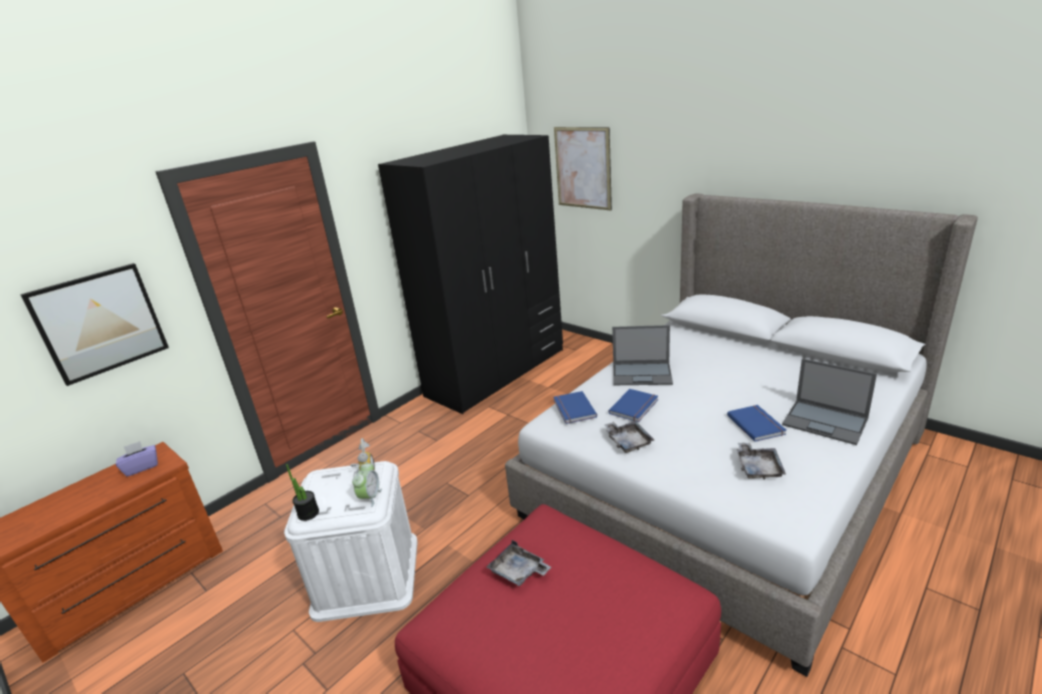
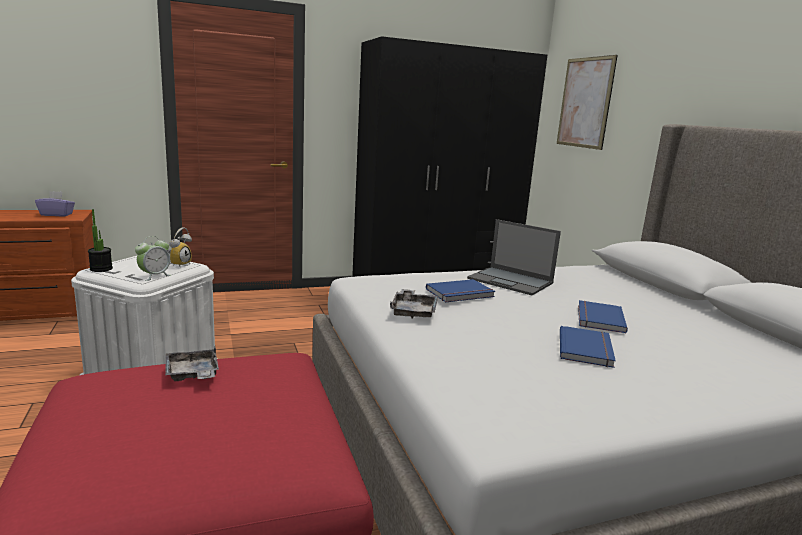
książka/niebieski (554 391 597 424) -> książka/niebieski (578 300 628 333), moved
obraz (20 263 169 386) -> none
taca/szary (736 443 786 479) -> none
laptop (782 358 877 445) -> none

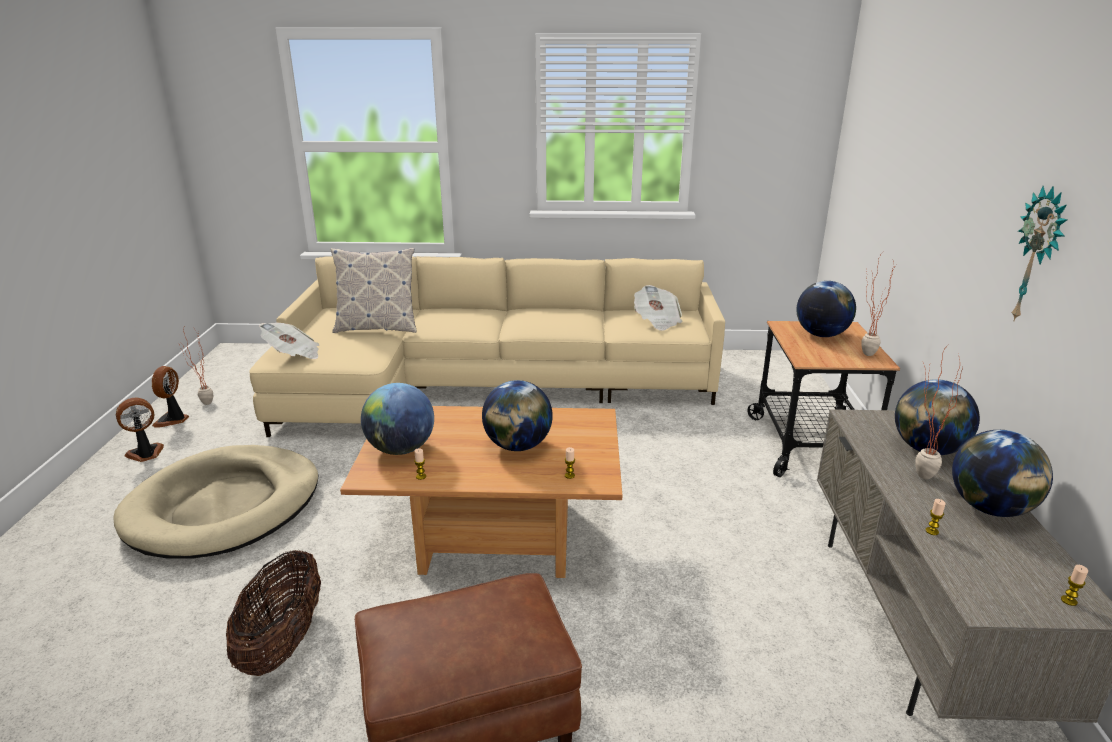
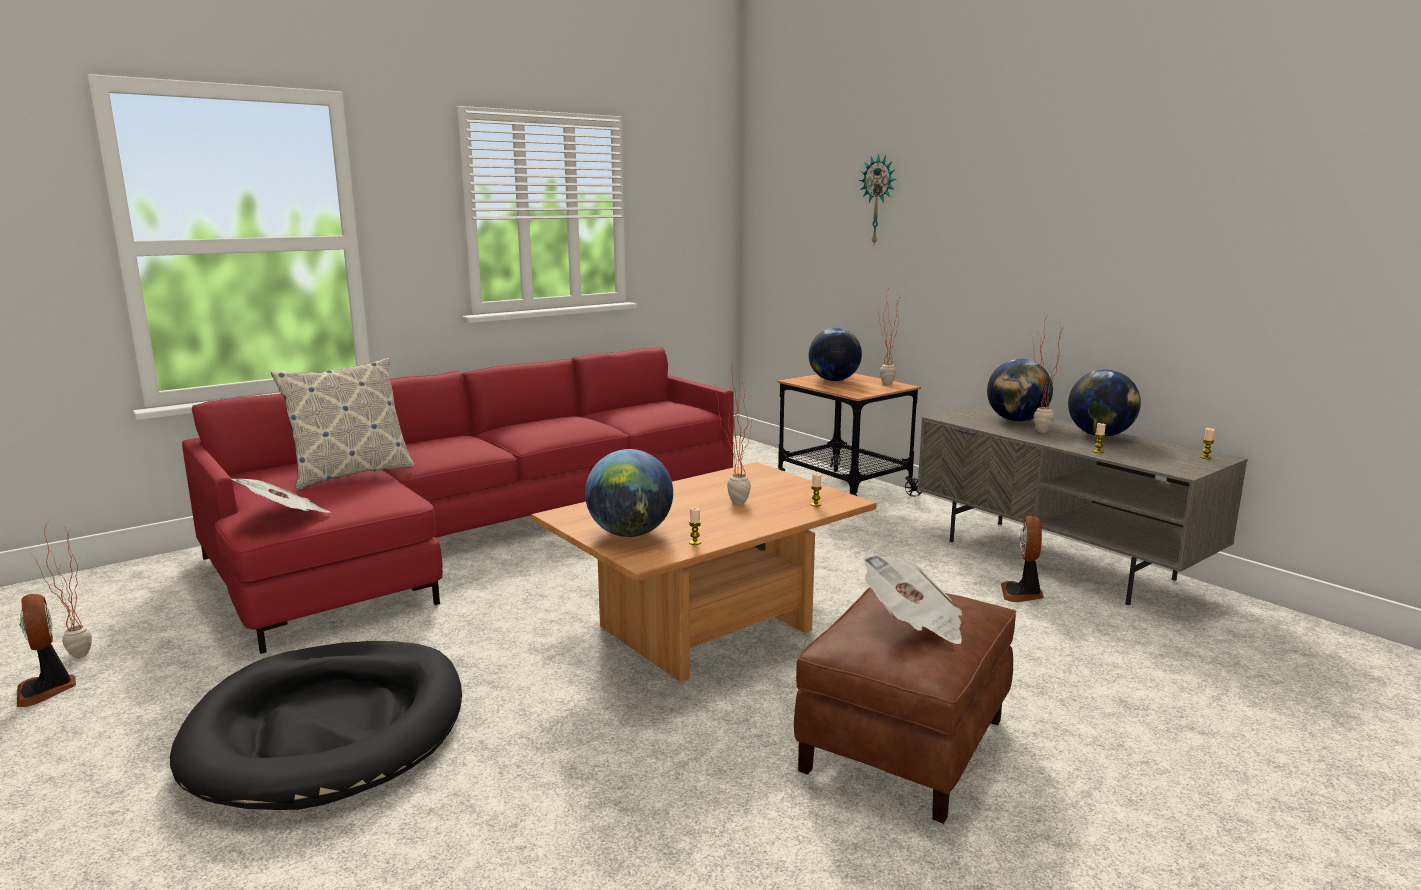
legowisko/beżowy (113 445 319 558) -> legowisko/czarny (170 641 462 810)
kanapa/beżowy (249 256 725 437) -> kanapa/czerwony (182 347 734 654)
globus (482 380 553 451) -> roślina doniczkowa (714 367 754 505)
zegar ścienny (1011 186 1068 321) -> zegar ścienny (859 154 896 244), moved
gazeta (634 285 682 331) -> gazeta (863 554 962 644), moved
wentylator (116 398 164 462) -> wentylator (1001 516 1044 602), moved
koszyk (226 550 321 676) -> none

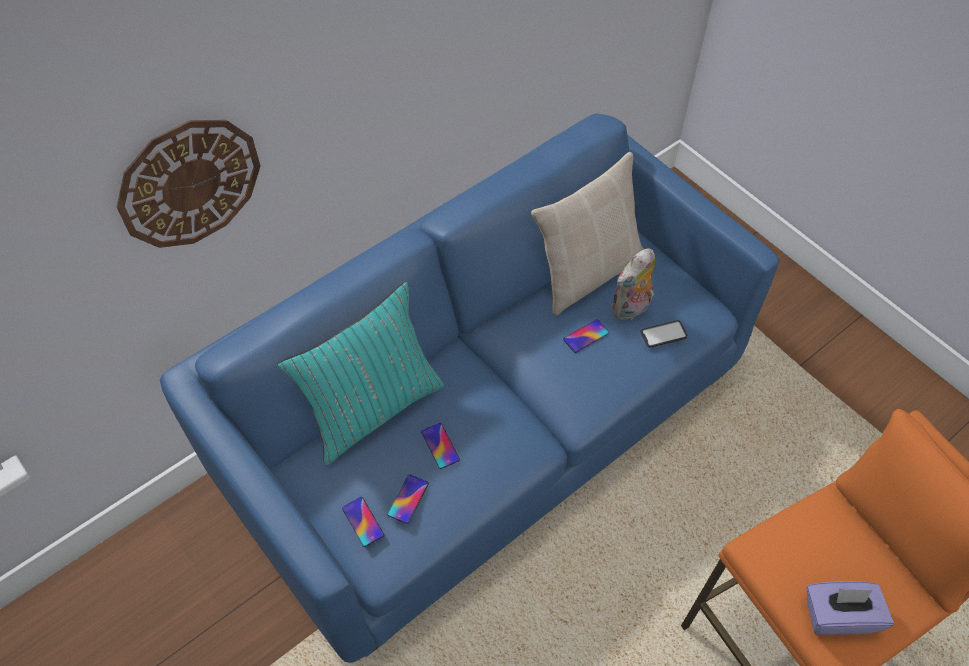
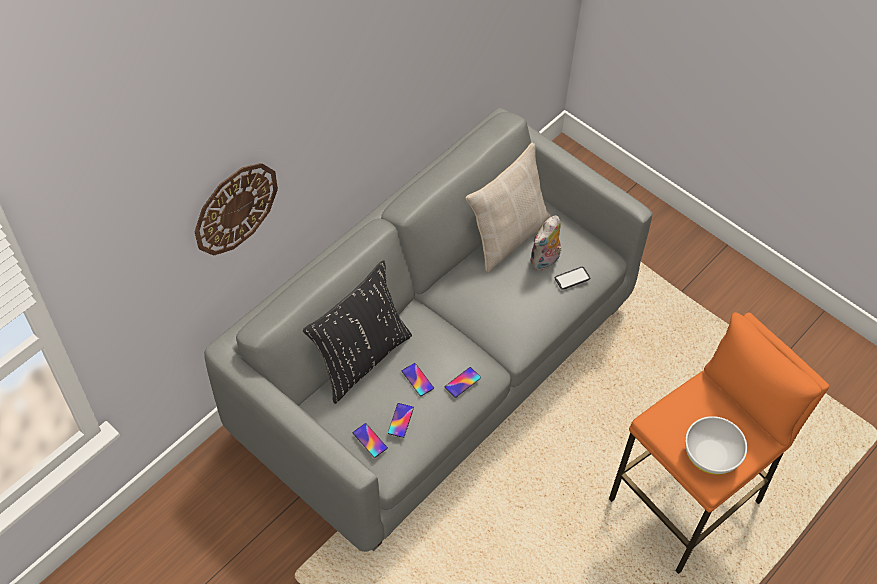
kanapa/niebieski (160 113 780 663) -> kanapa/szary (204 108 653 552)
poduszka/turkusowy (277 281 444 465) -> poduszka/czarny (303 260 412 404)
telefon (563 319 609 353) -> telefon (445 367 481 398), moved
pudełko chusteczek/fioletowy (806 581 894 635) -> miska/biały (685 416 747 475)

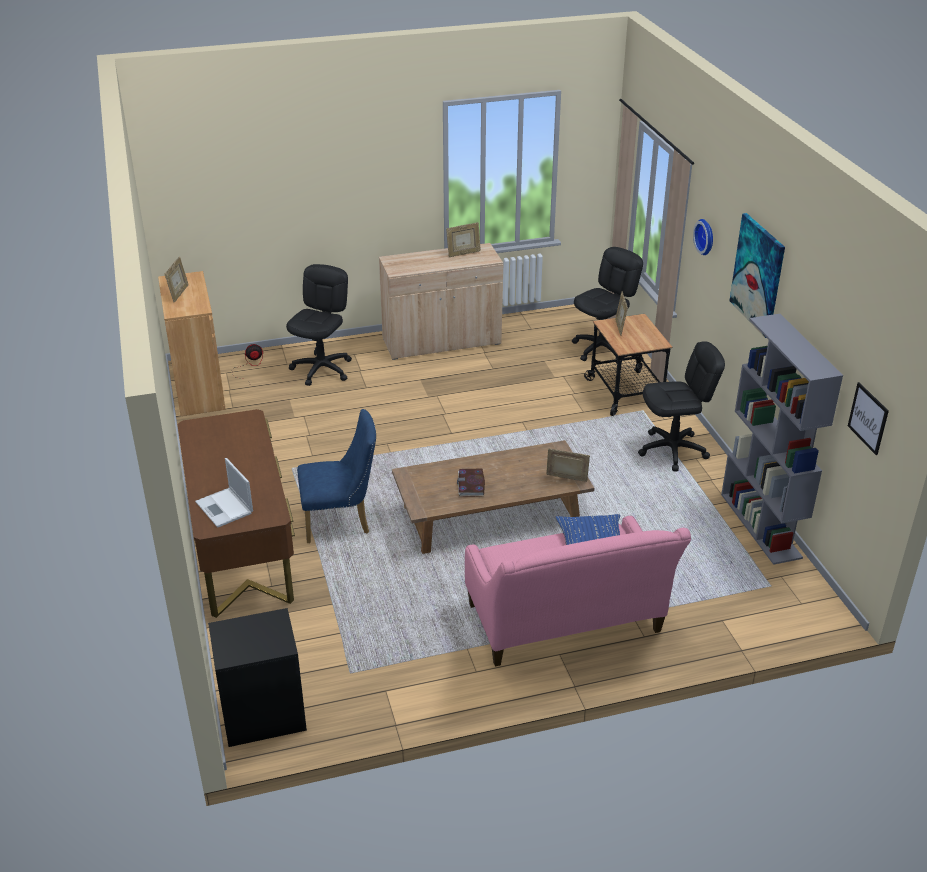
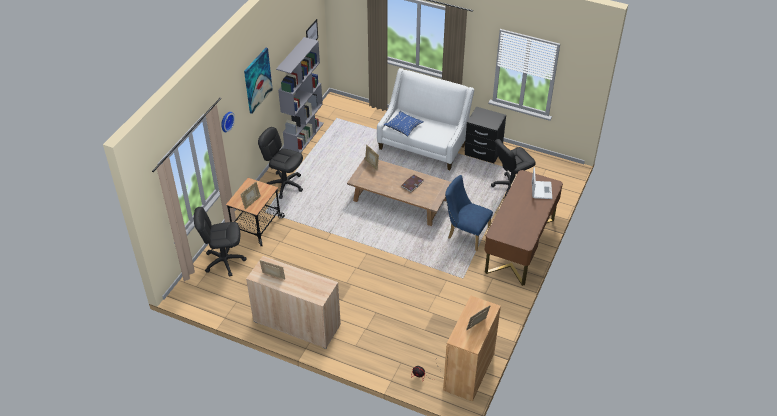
kanapa/różowy (465 516 691 666) -> kanapa/biały (377 68 474 170)
szafka nocna/czarny (208 608 307 747) -> szafka nocna/czarny (465 107 506 163), moved
krzesło biurowe/czarny (286 264 352 386) -> krzesło biurowe/czarny (491 139 536 200), moved

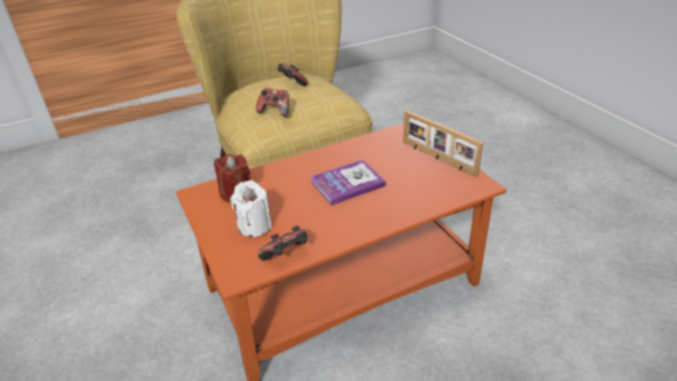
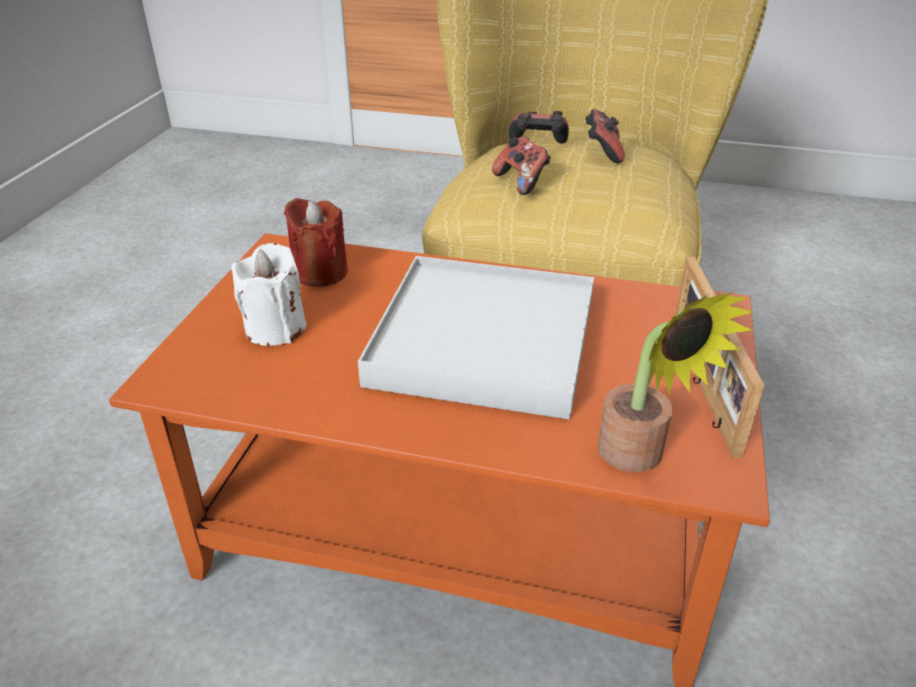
książka (311 160 386 206) -> taca/biały (358 256 594 419)
pad do gier (258 226 307 261) -> pad do gier (509 111 569 143), moved
none -> roślina doniczkowa (598 292 753 472)

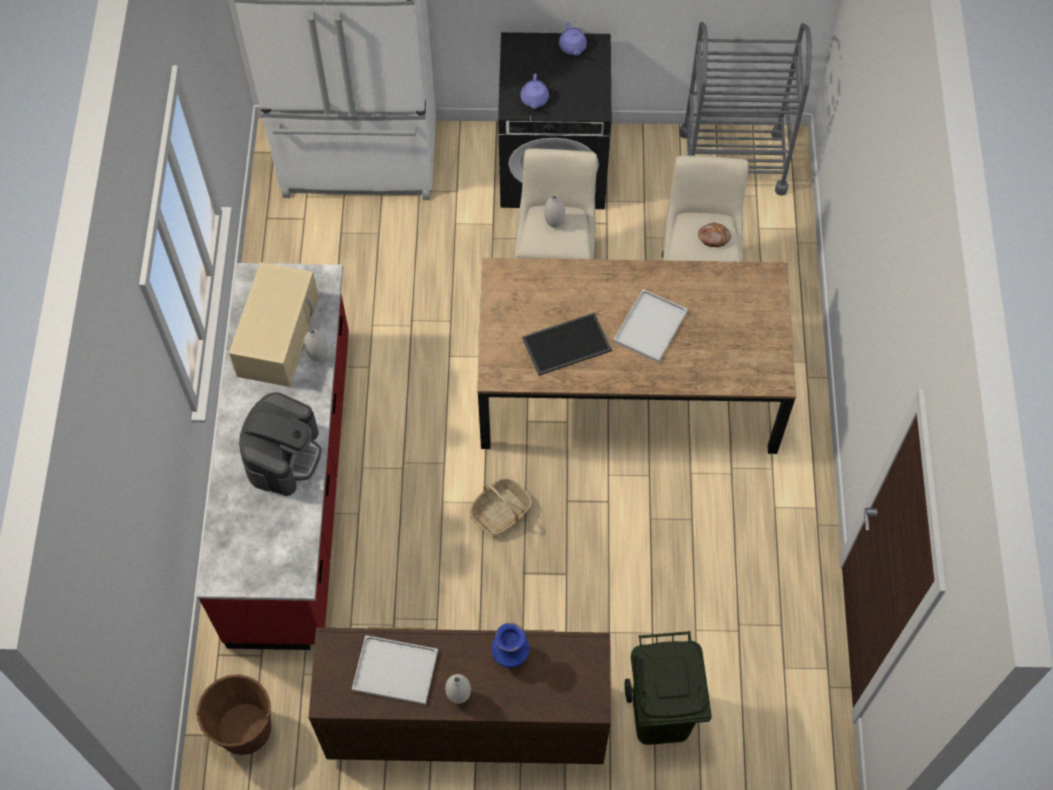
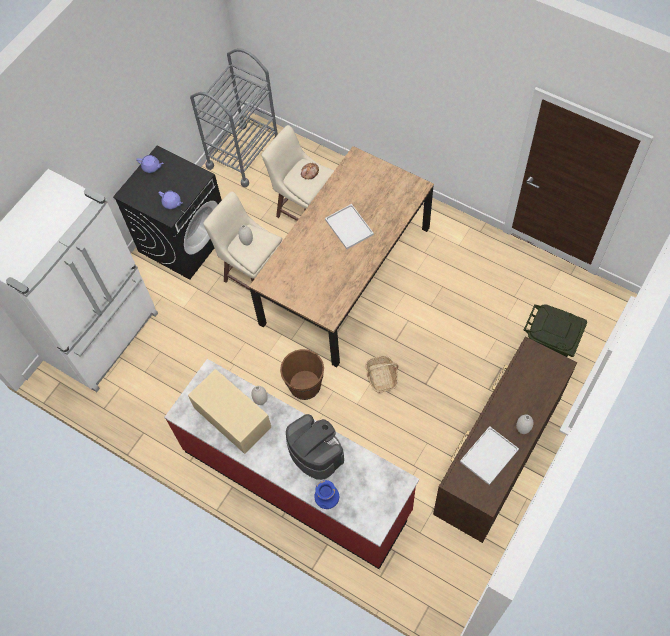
wiadro/brązowy (196 674 271 755) -> wiadro/brązowy (280 349 324 400), moved
wazon/niebieski (491 623 529 668) -> wazon/niebieski (314 480 339 509), moved
taca (522 313 612 376) -> none

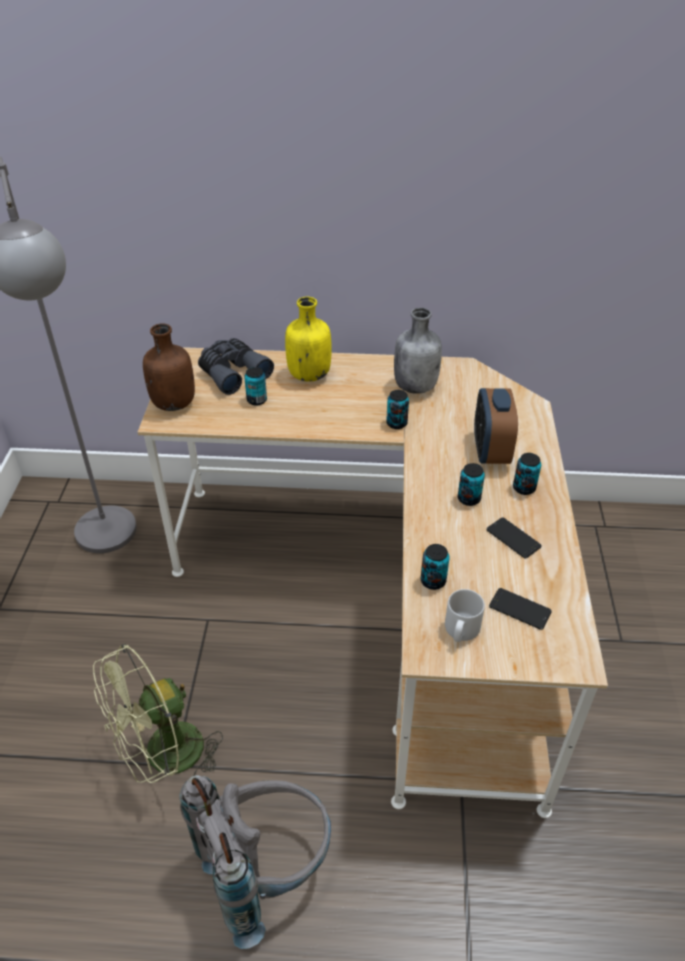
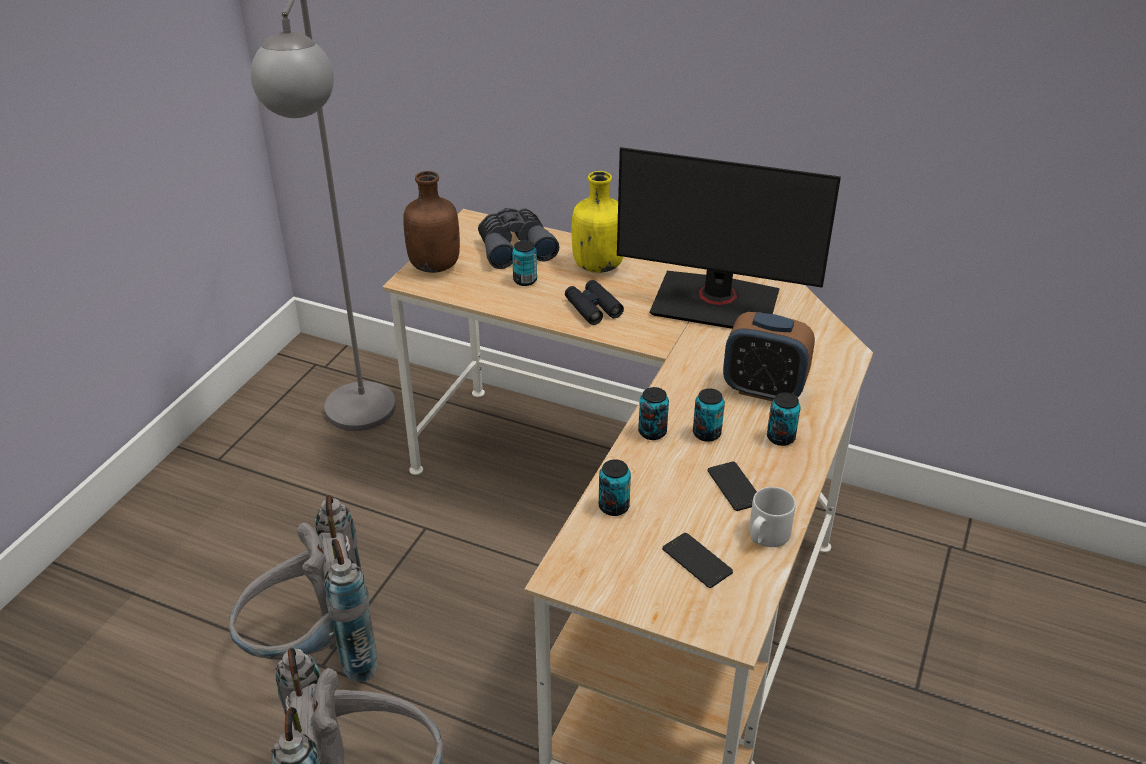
wentylator/zielony (93 644 223 783) -> plecak/szary (228 495 377 682)
none -> lornetka/czarny (565 280 624 325)
butelka/szary (394 308 442 394) -> monitor (617 147 841 329)
puszka (386 390 409 429) -> puszka (638 387 669 440), moved
budzik (474 388 518 464) -> budzik (723 312 815 401), 90 degrees counterclockwise
kubek/szary (445 589 485 642) -> kubek/szary (749 487 796 547), moved

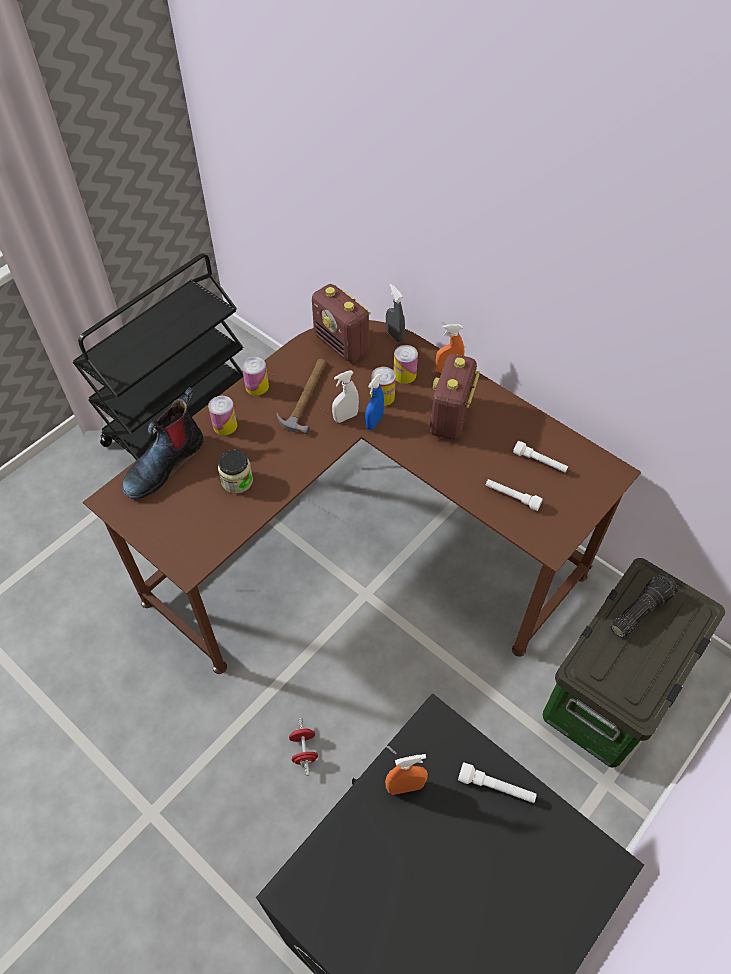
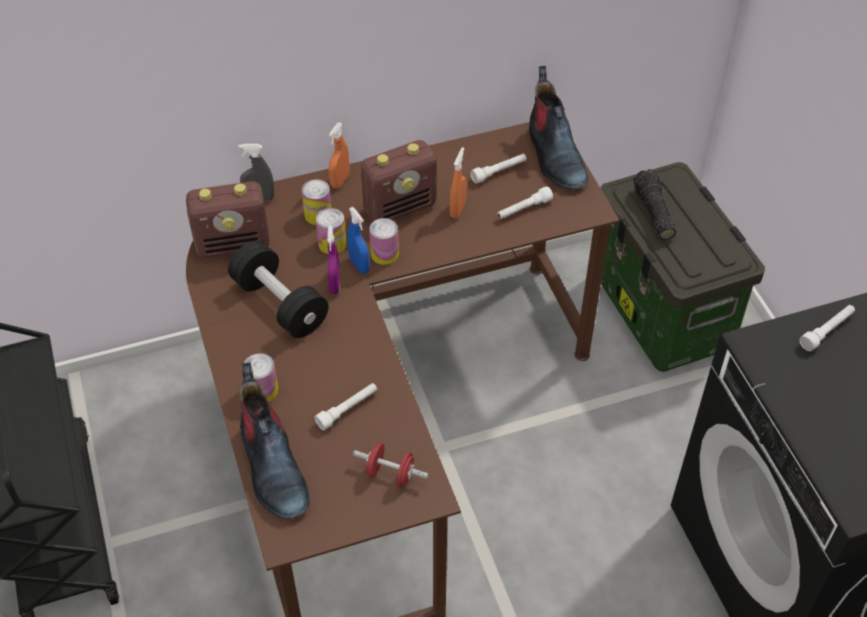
młotek (276 359 327 434) -> hantel/czarny (228 240 329 338)
słoik (218 450 253 494) -> latarka/biały (315 383 377 430)
spryskiwacz/biały (332 371 359 423) -> spryskiwacz/fioletowy (327 226 340 295)
hantel/czerwony (289 718 318 776) -> hantel/czerwony (353 443 428 487), moved
radio (430 354 480 440) -> radio (360 140 437 222), 75 degrees counterclockwise
puszka (242 357 269 396) -> puszka (369 218 399 265), moved
spryskiwacz/pomarańczowy (385 754 428 795) -> spryskiwacz/pomarańczowy (450 147 467 218), moved
none -> but z cholewką (529 66 588 190)

